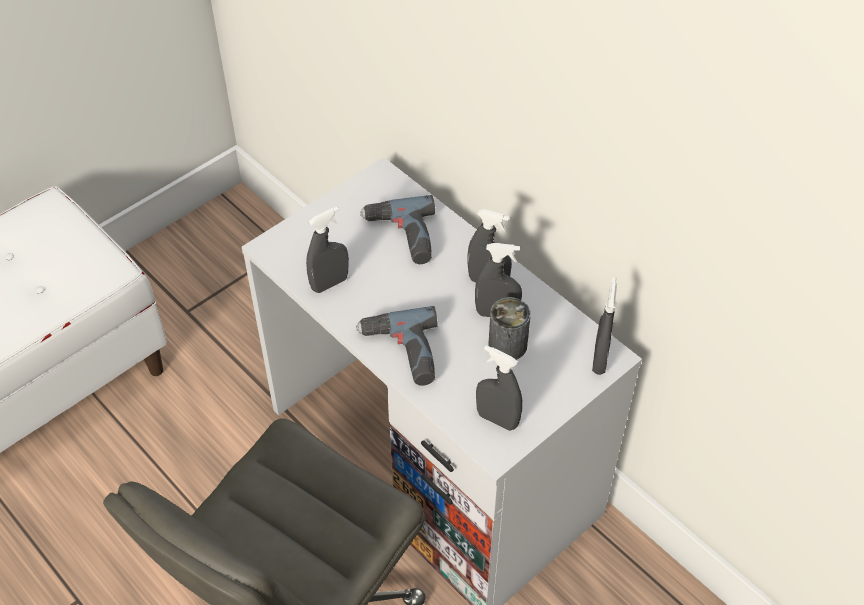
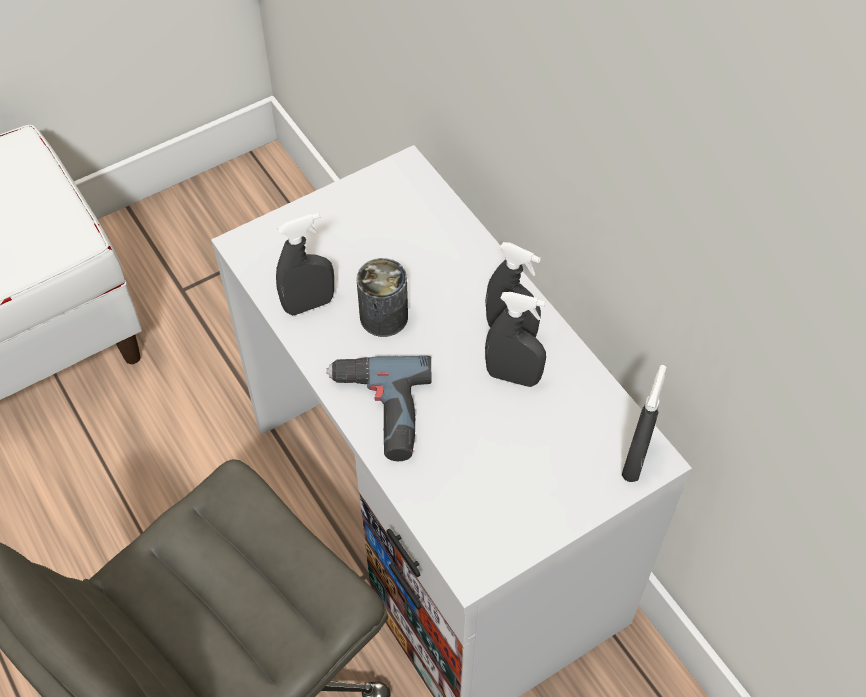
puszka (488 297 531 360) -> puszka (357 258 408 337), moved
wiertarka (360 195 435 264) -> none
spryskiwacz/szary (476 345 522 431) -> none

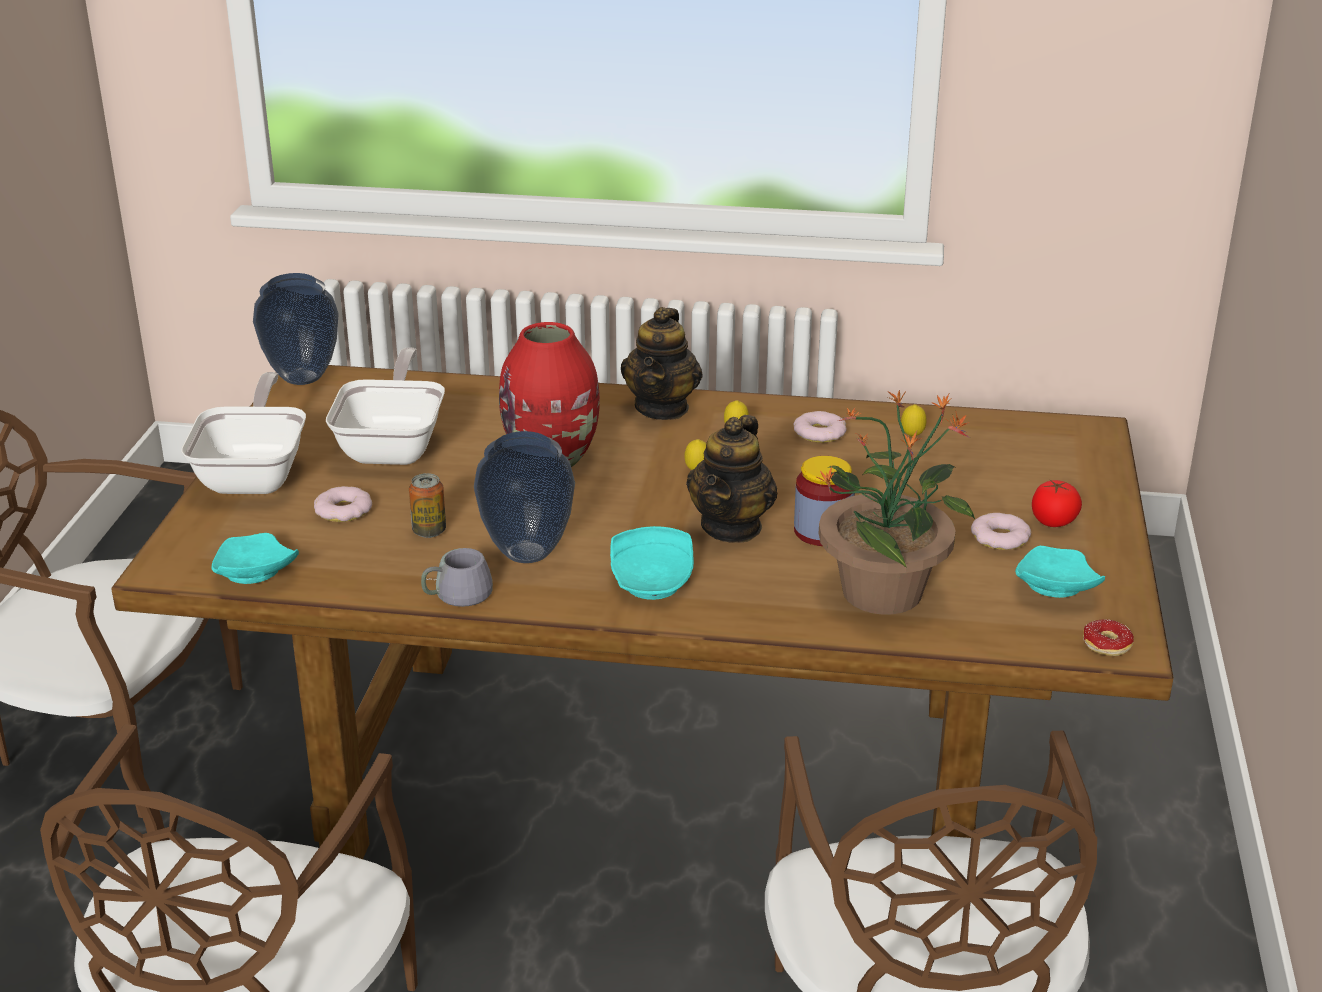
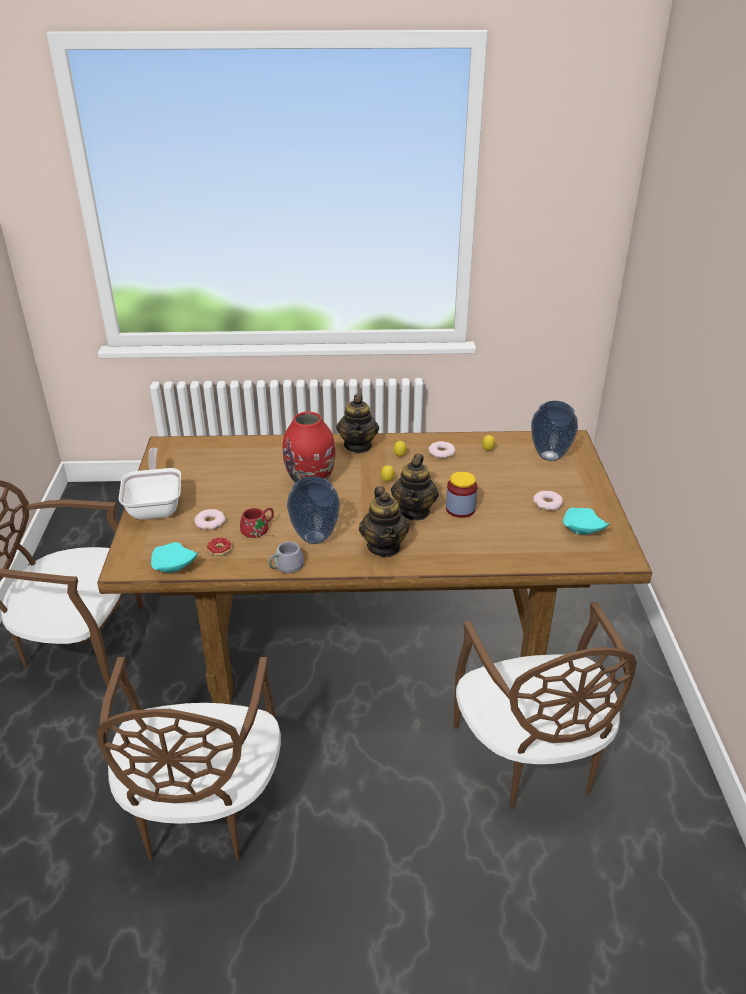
donut (1083 619 1134 657) -> donut (207 537 232 556), moved
puszka (409 473 446 538) -> kubek/czerwony (240 508 274 538)
talerz/turkusowy (610 526 694 600) -> imbryk (359 486 410 557)
wazon (253 273 338 385) -> wazon (531 401 578 461), moved
patelnia (326 348 445 465) -> none
roślina doniczkowa (815 390 975 615) -> none
pomidor (1032 479 1082 527) -> none

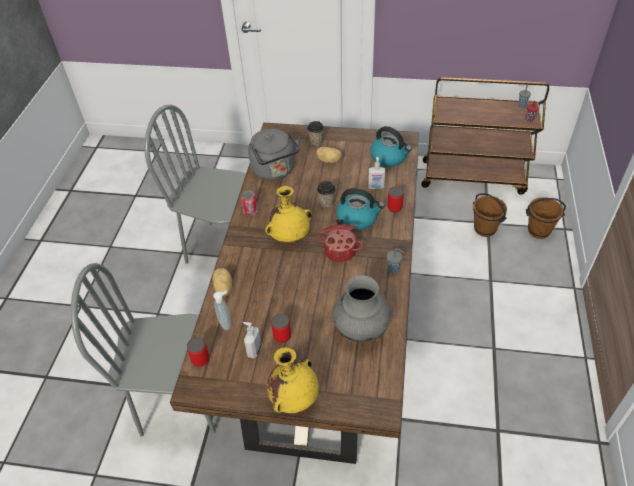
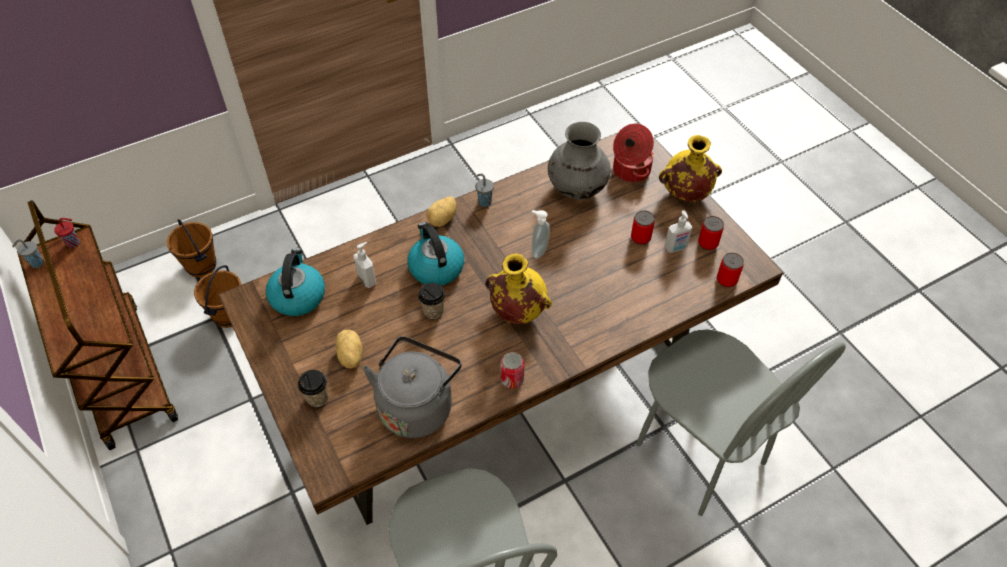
ziemniak (212 268 232 296) -> ziemniak (426 196 456 227), moved
dozownik mydła (213 291 231 330) -> dozownik mydła (532 210 550 258), moved
garnek (318 219 363 262) -> garnek (613 124 654 183), moved
puszka (387 187 404 213) -> puszka (698 216 724 250), moved

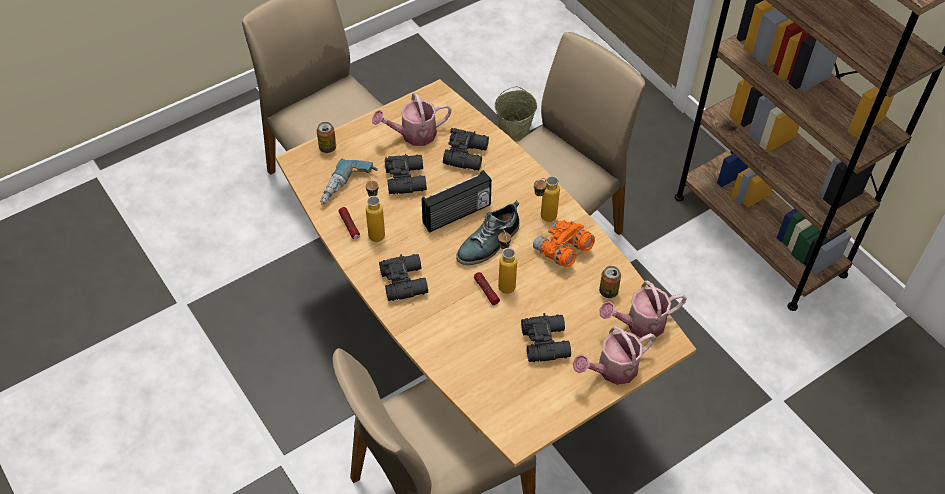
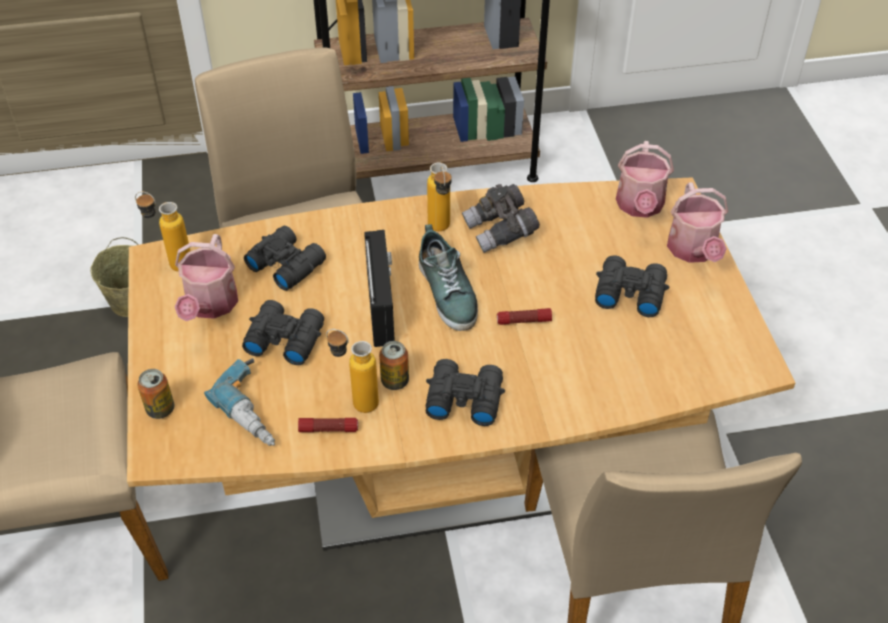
butelka (498 229 517 294) -> butelka (135 191 191 272), moved
puszka (599 266 621 298) -> puszka (379 341 409 390), moved
lornetka/pomarańczowy (533 220 595 267) -> lornetka/szary (462 184 540 253)

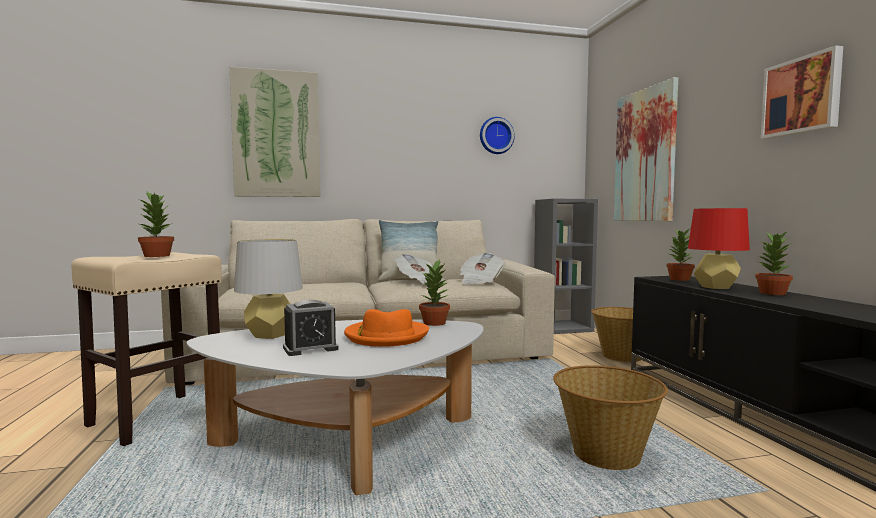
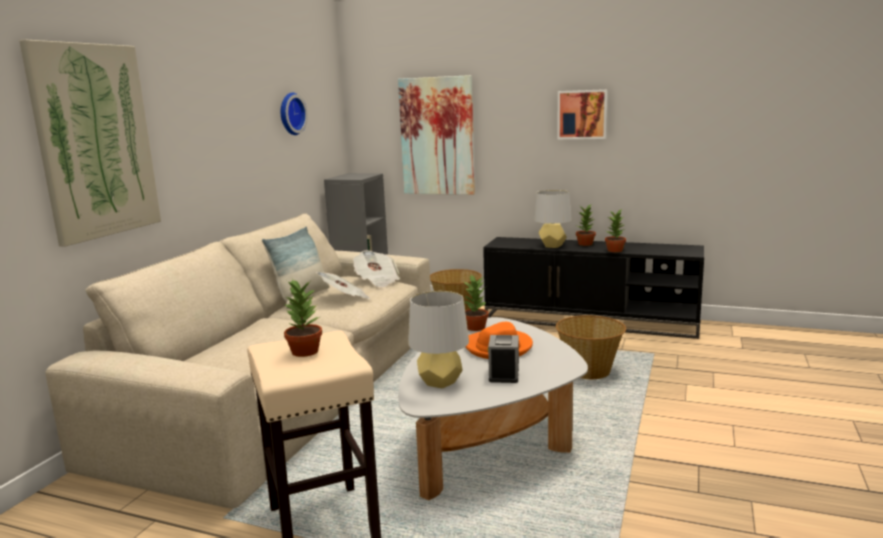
lampa stołowa/czerwony (688 208 750 289) -> lampa stołowa/szary (534 190 572 248)
roślina doniczkowa (666 229 695 281) -> roślina doniczkowa (605 209 626 252), moved

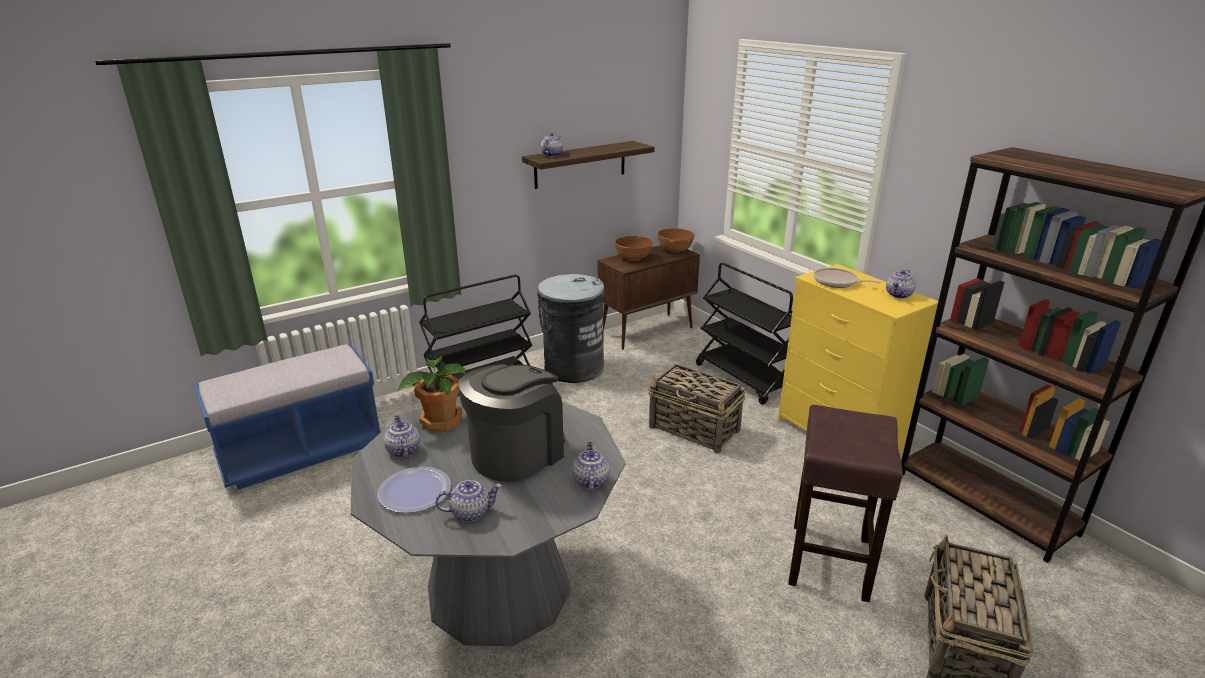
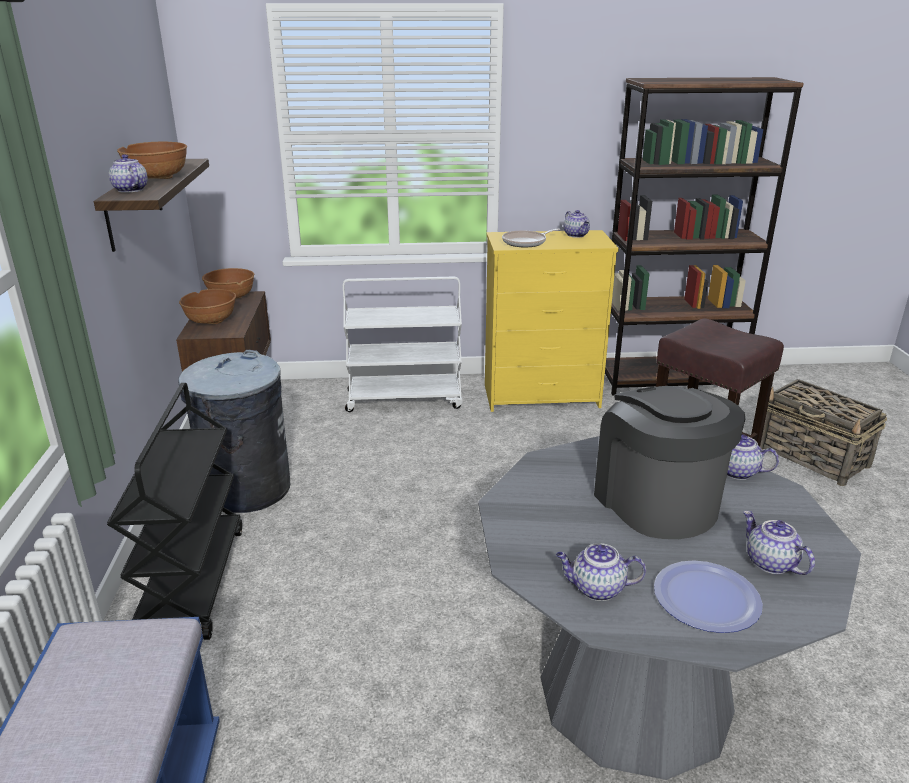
none -> miska/brązowy (117 142 187 179)
wózek/czarny (696 263 793 405) -> wózek/biały (343 277 463 412)
imbryk (435 480 502 522) -> imbryk (743 511 815 575), 45 degrees counterclockwise
roślina doniczkowa (397 356 465 432) -> none
koszyk (648 364 746 454) -> none

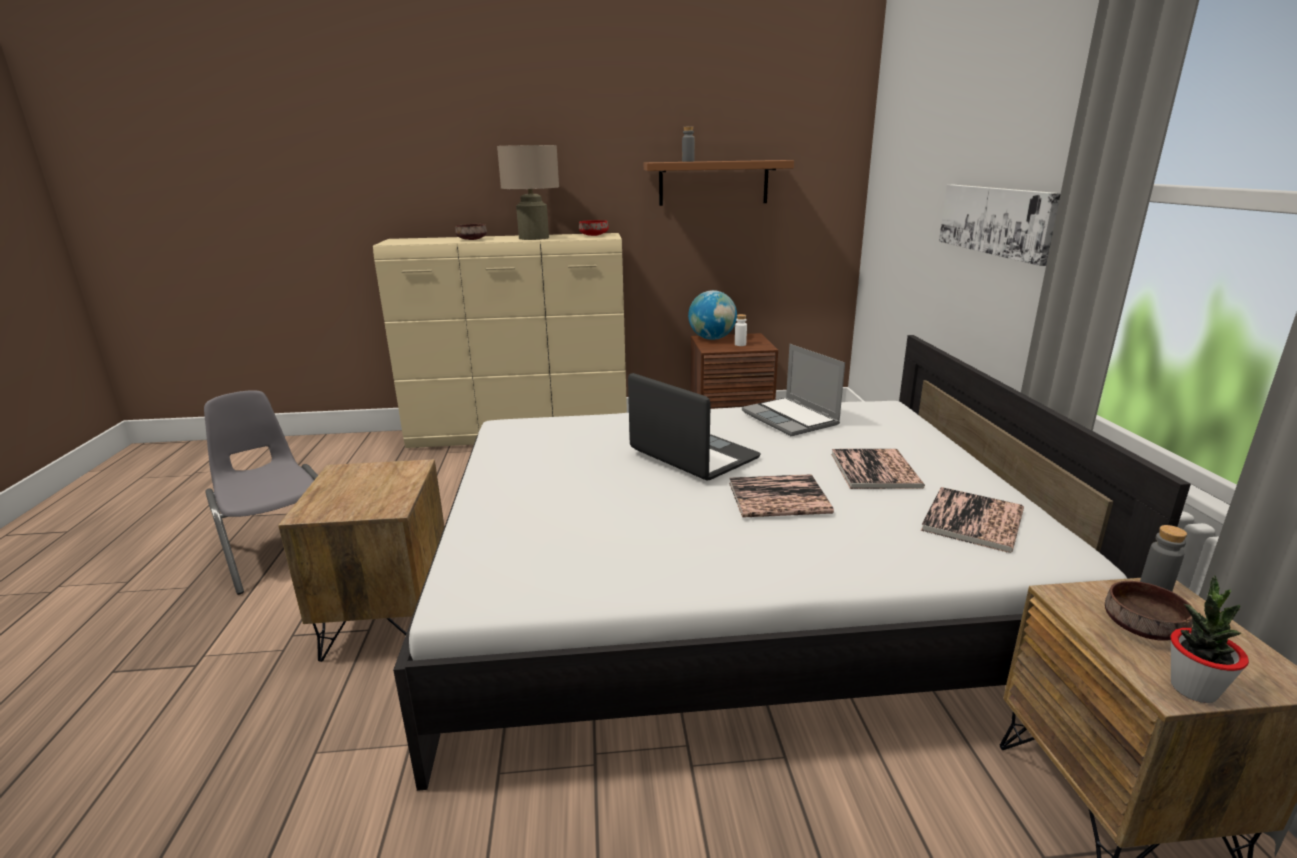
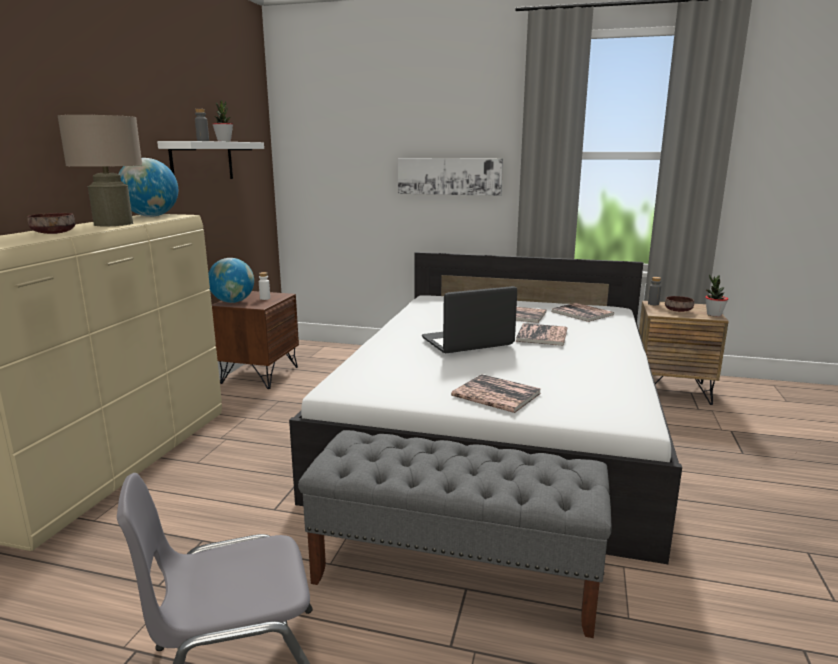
miska/czerwony (579 220 609 236) -> globus (118 158 178 217)
półka/brązowy (644 160 794 206) -> półka/biały (157 141 264 179)
none -> roślina doniczkowa (212 100 233 142)
szafka nocna/brązowy (278 459 445 662) -> ławka/szary (298 430 612 638)
none -> książka (451 374 541 413)
laptop (742 344 845 436) -> none

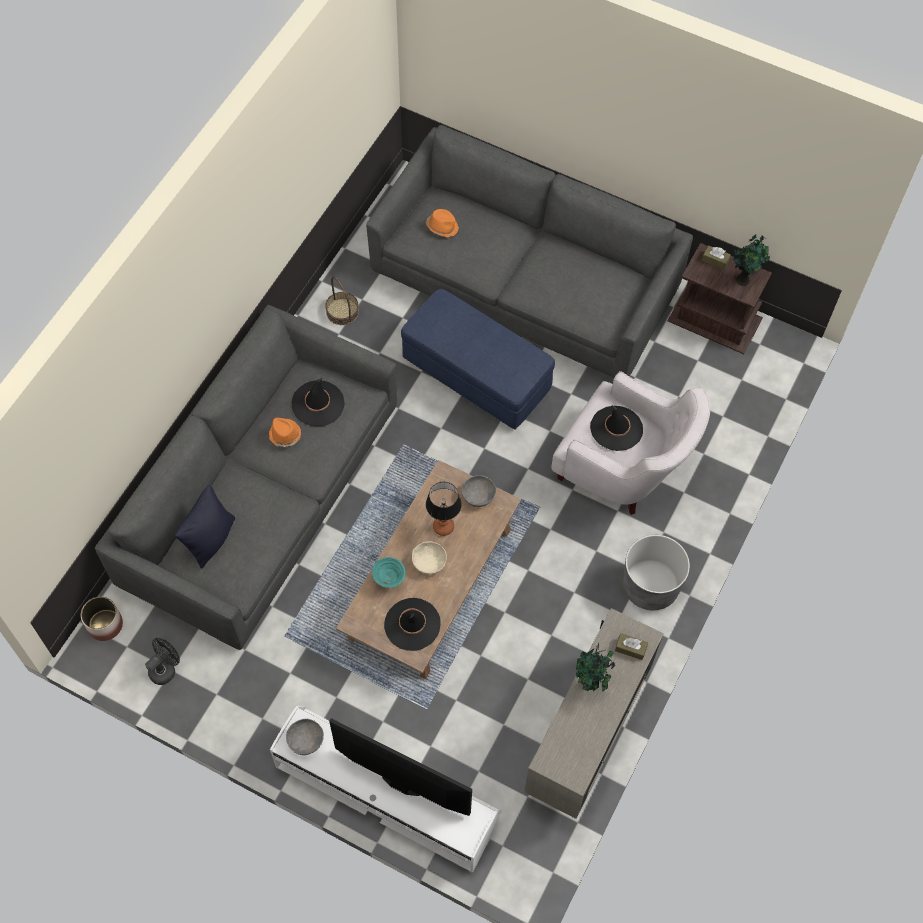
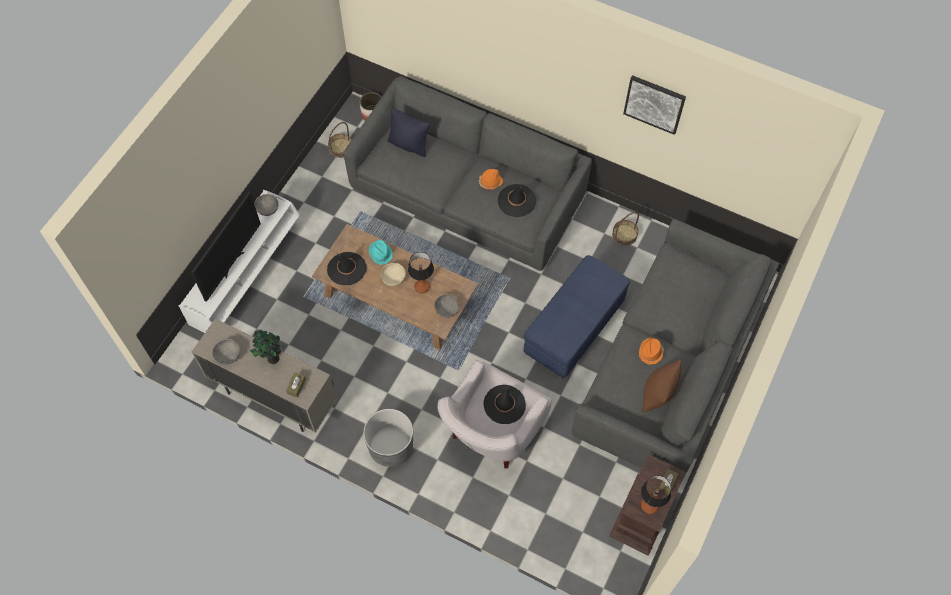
none -> miska/szary (212 339 240 365)
wentylator/czarny (145 638 180 685) -> koszyk (328 122 352 158)
miska/turkusowy (372 557 406 588) -> kapelusz/turkusowy (369 240 393 265)
none -> obraz (623 75 686 135)
kapelusz/pomarańczowy (426 209 459 237) -> kapelusz/pomarańczowy (639 337 664 365), moved
roślina doniczkowa (732 235 770 286) -> lampa stołowa (641 475 671 514)
none -> poduszka/brązowy (642 360 682 412)

